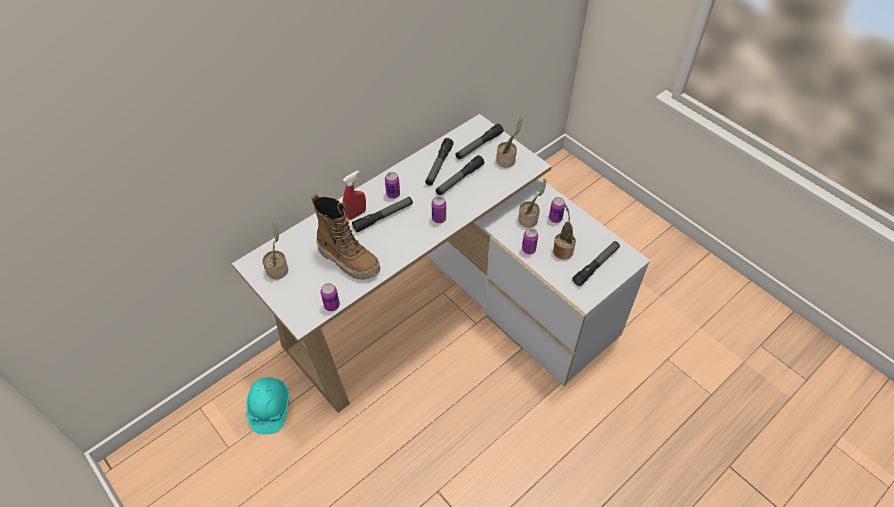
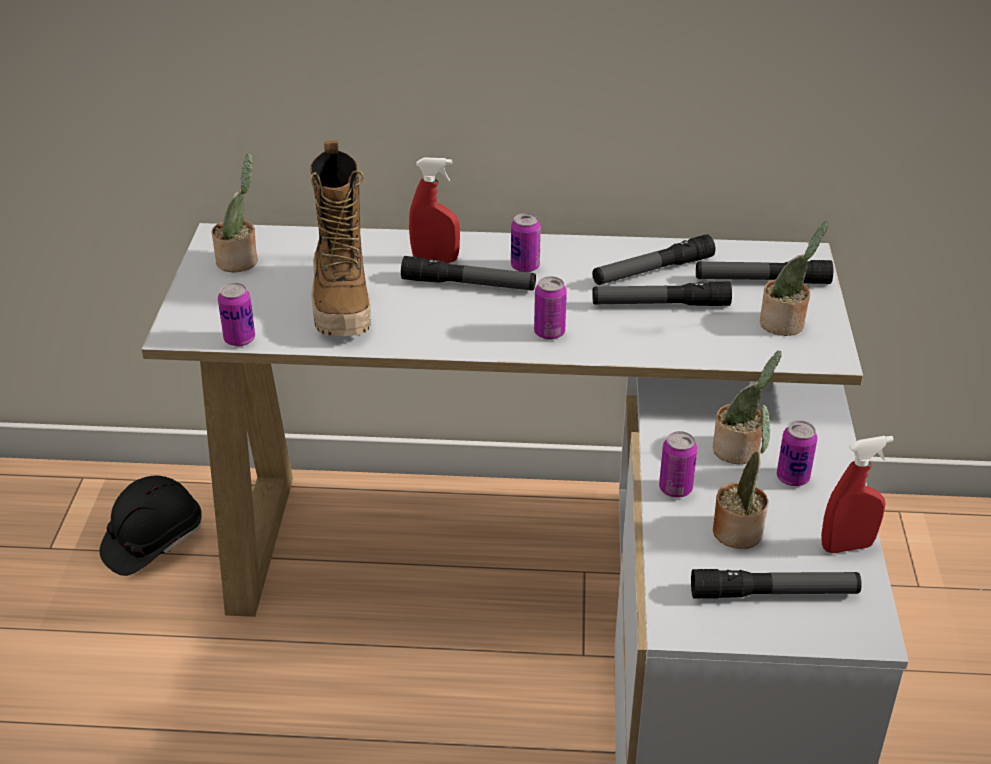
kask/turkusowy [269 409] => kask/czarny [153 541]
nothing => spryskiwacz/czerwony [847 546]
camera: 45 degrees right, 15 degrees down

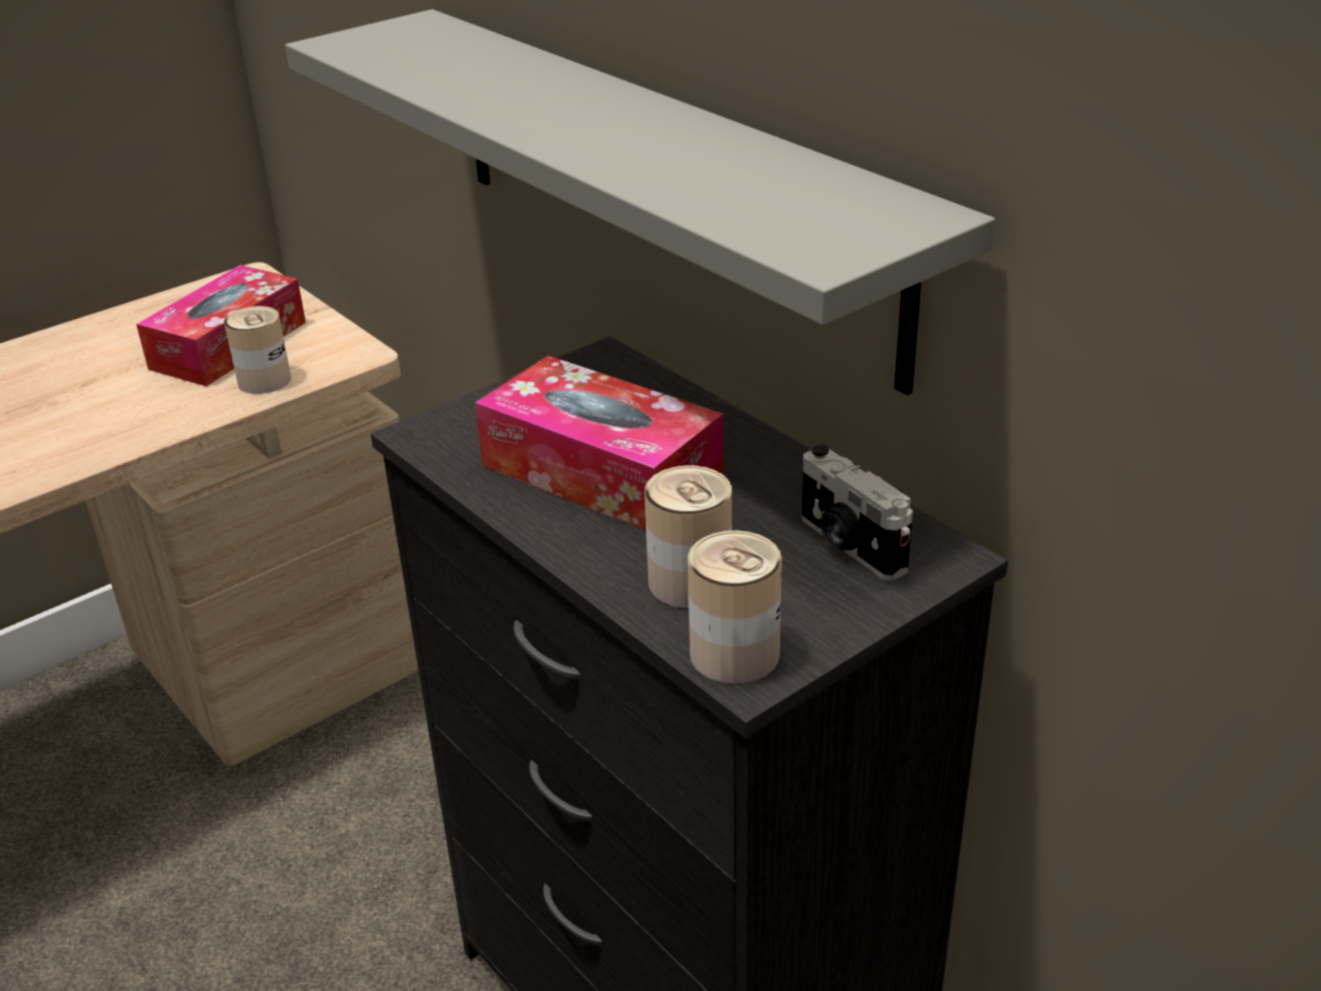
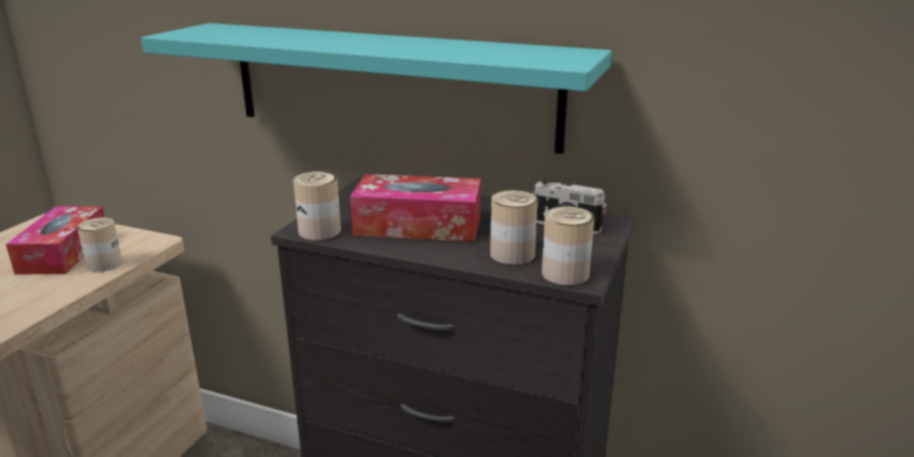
półka/szary [663 184] => półka/turkusowy [391 85]
nothing => puszka [319 231]
camera: 30 degrees left, 10 degrees down

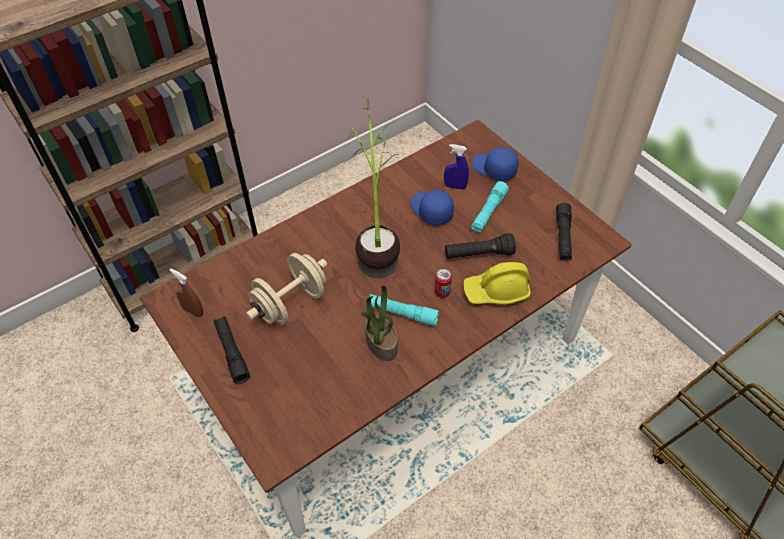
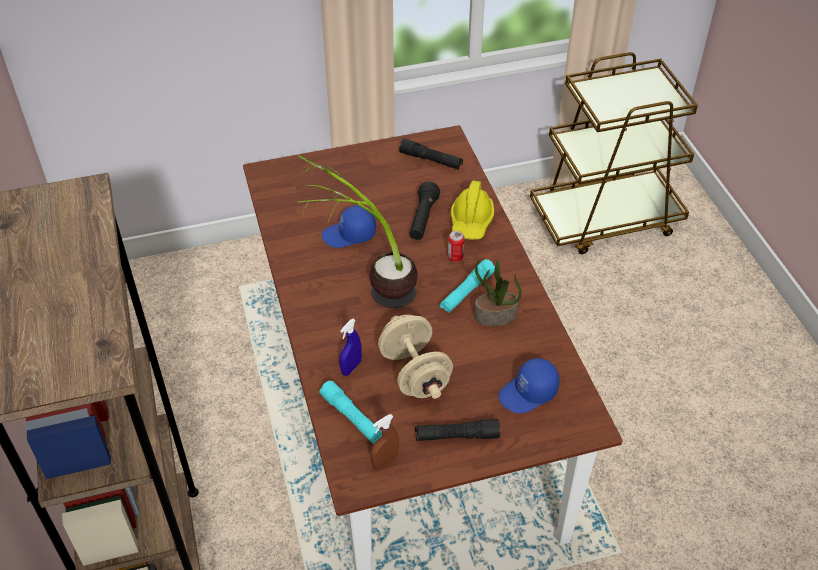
spryskiwacz/niebieski [455 186] => spryskiwacz/niebieski [351 367], move
czapka z daszkiem/niebieski [493 169] => czapka z daszkiem/niebieski [528 393], move
latarka/turkusowy [488 212] => latarka/turkusowy [352 417], move
camera: 70 degrees left, 5 degrees down

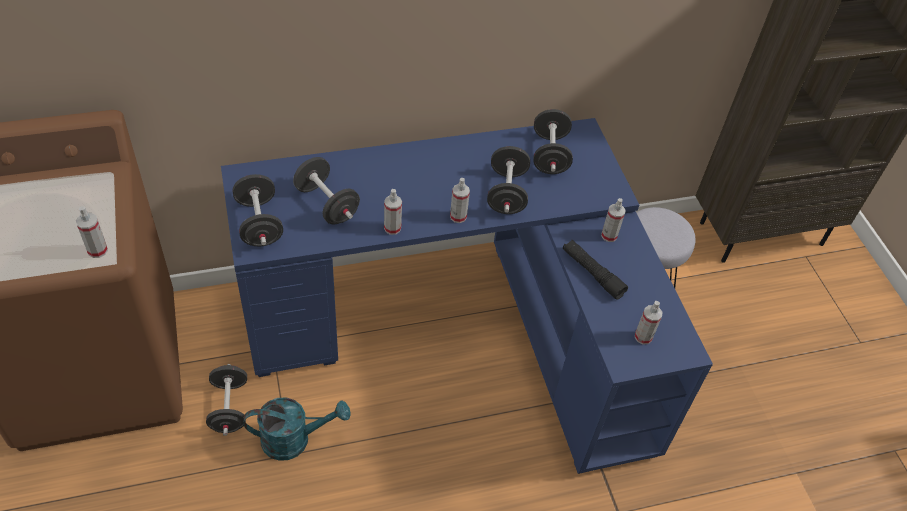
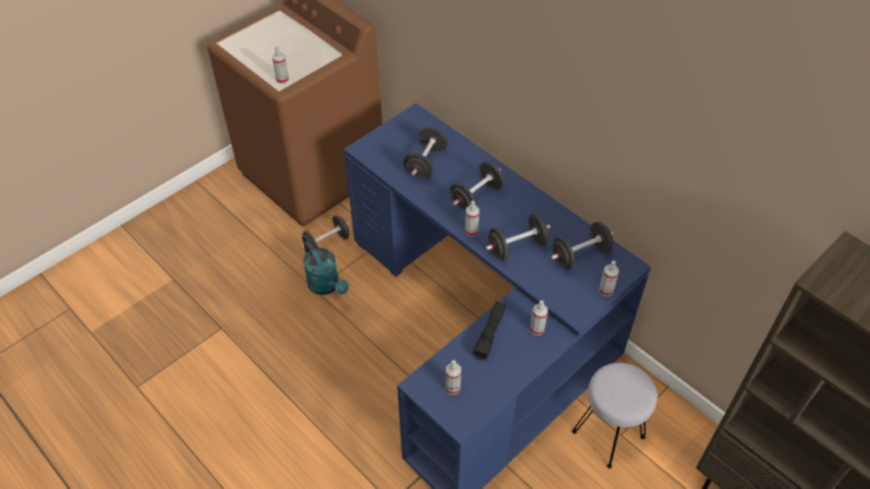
hantel/czarny [259 224] => hantel/czarny [476 197], move
spryskiwacz [392 228] => spryskiwacz [606 290], move
camera: 65 degrees right, 0 degrees up

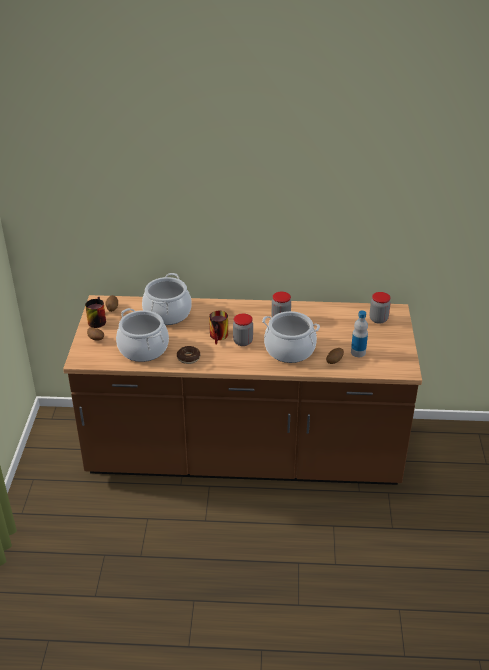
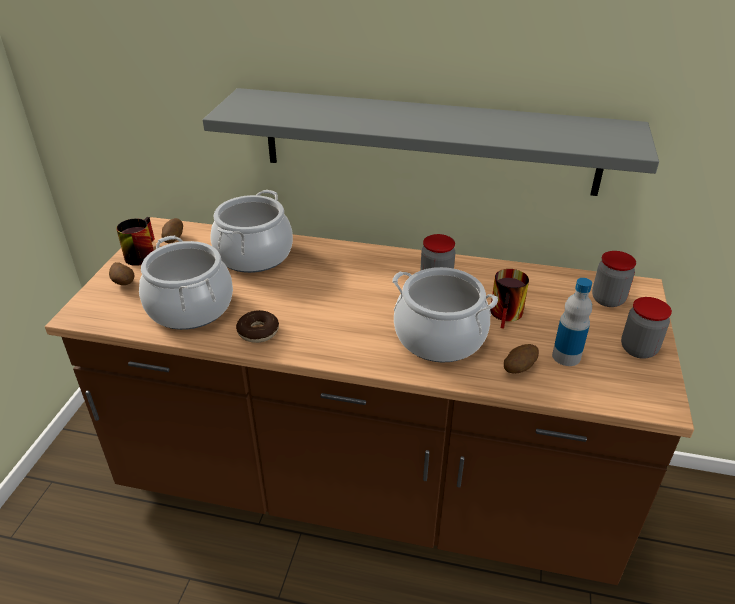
kubek [220 336] => kubek [508 315], move
słoik [243 341] => słoik [638 349], move
nothing => półka/szary [429 141]
camera: 10 degrees right, 0 degrees up

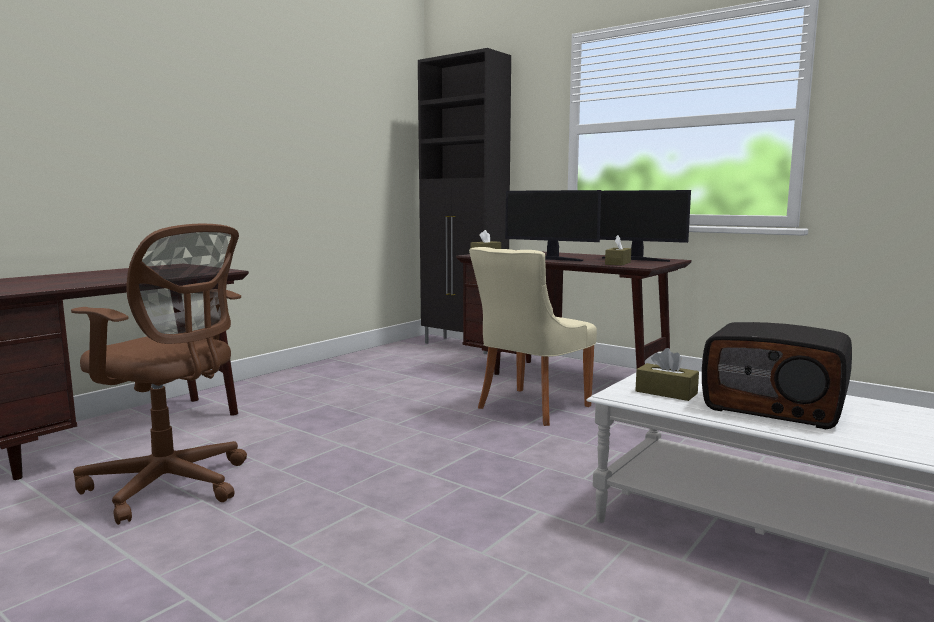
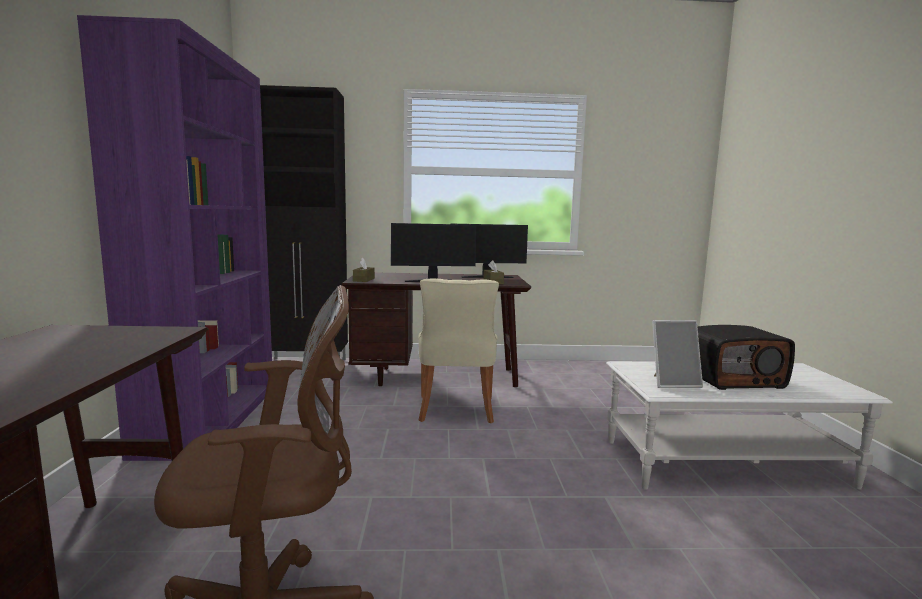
pudełko chusteczek/brązowy [666 392] => ramka na zdjęcie [673 383]
nothing => regał/fioletowy [210 420]
camera: 40 degrees left, 0 degrees up

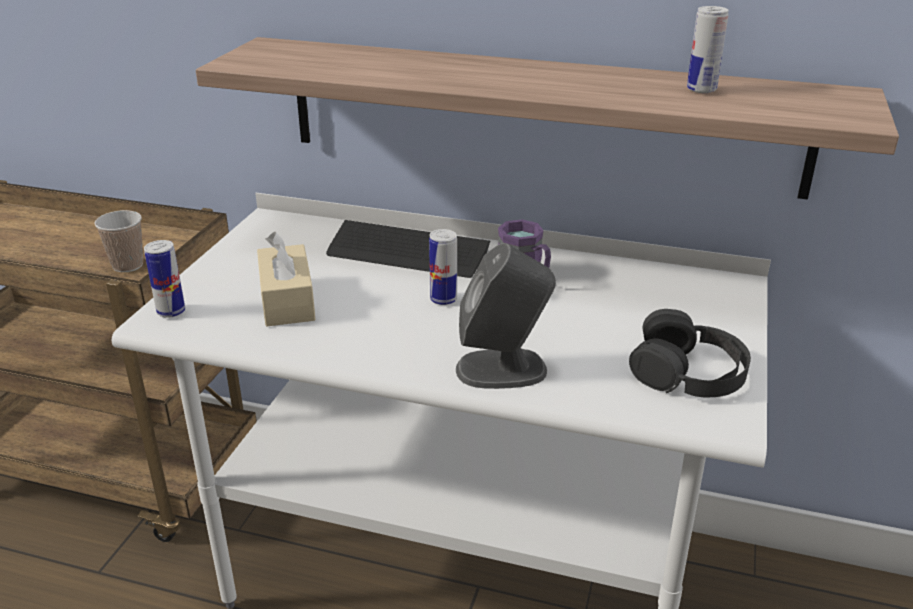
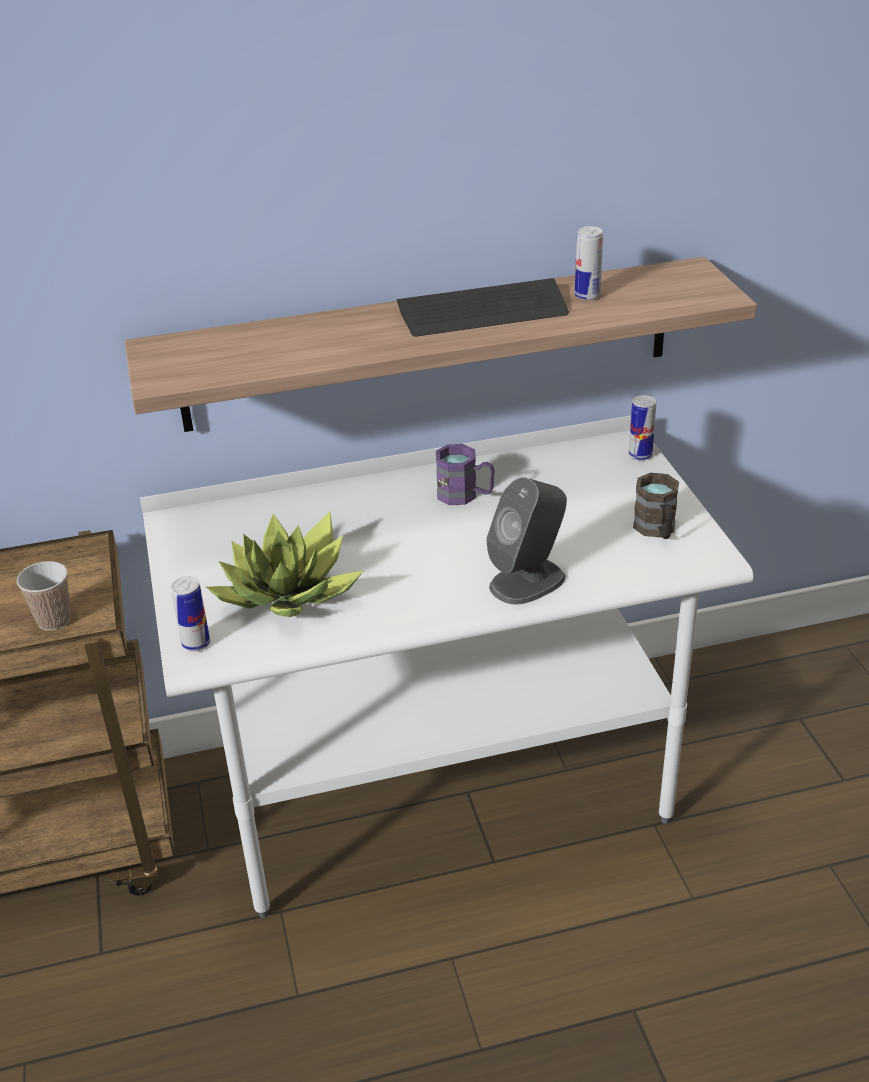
klawiatura [407 252] => klawiatura [483 312], move
puszka [443 299] => puszka [640 455], move
pudełko chusteczek/beżowy [287 301] => roślina doniczkowa [290 592]
słuchawki/czarny [688 372] => kubek/brązowy [657 530]
camera: 30 degrees left, 5 degrees up

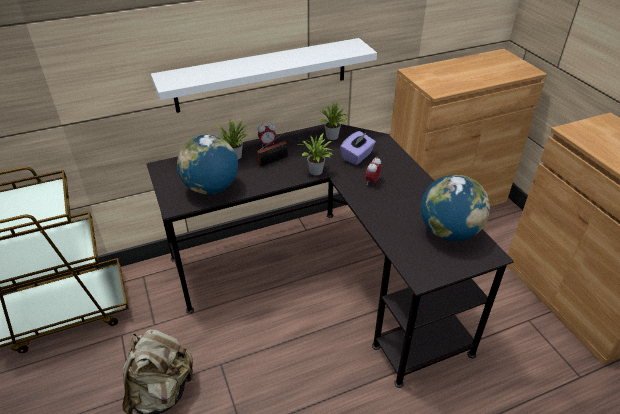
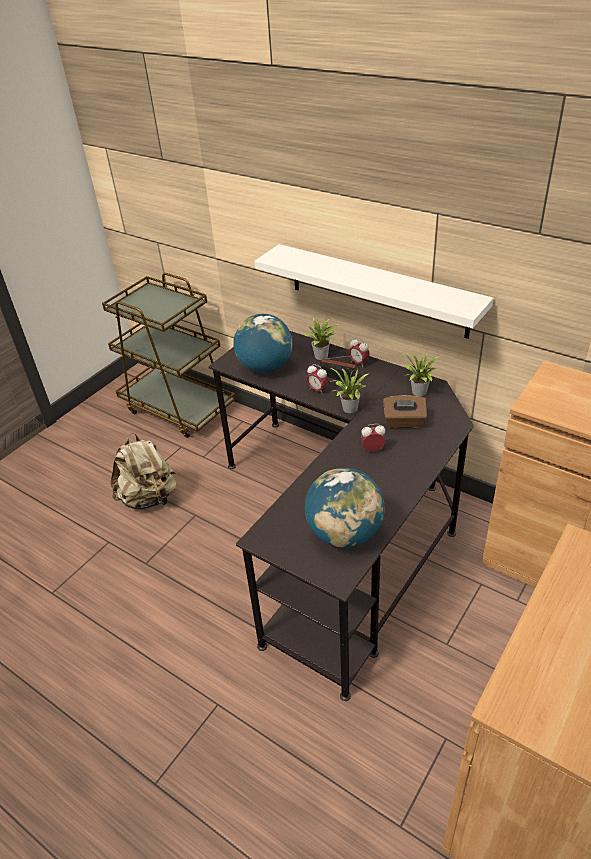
pudełko chusteczek/fioletowy [357 156] => pudełko chusteczek/brązowy [404 422]
nothing => budzik [317 390]
camera: 60 degrees right, 0 degrees up

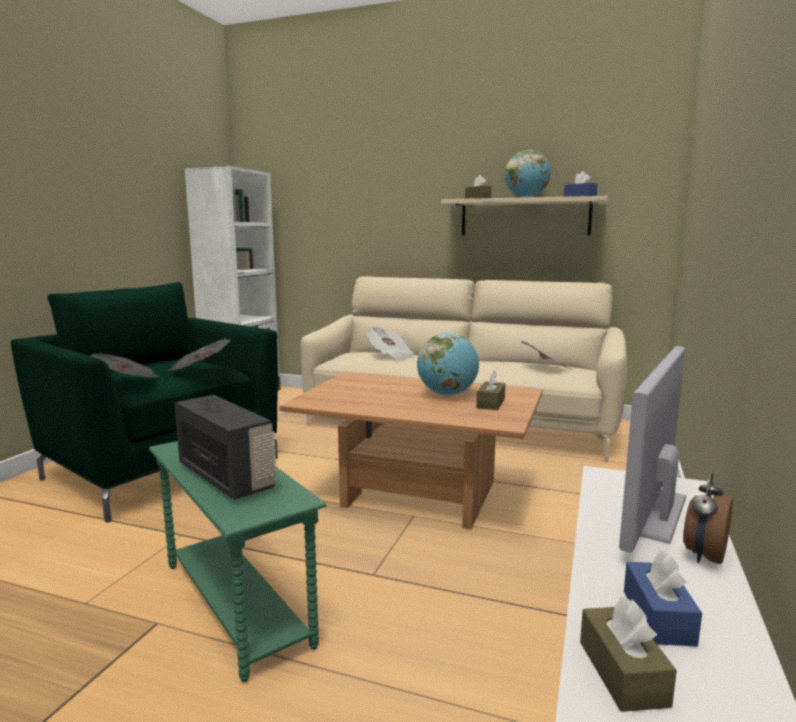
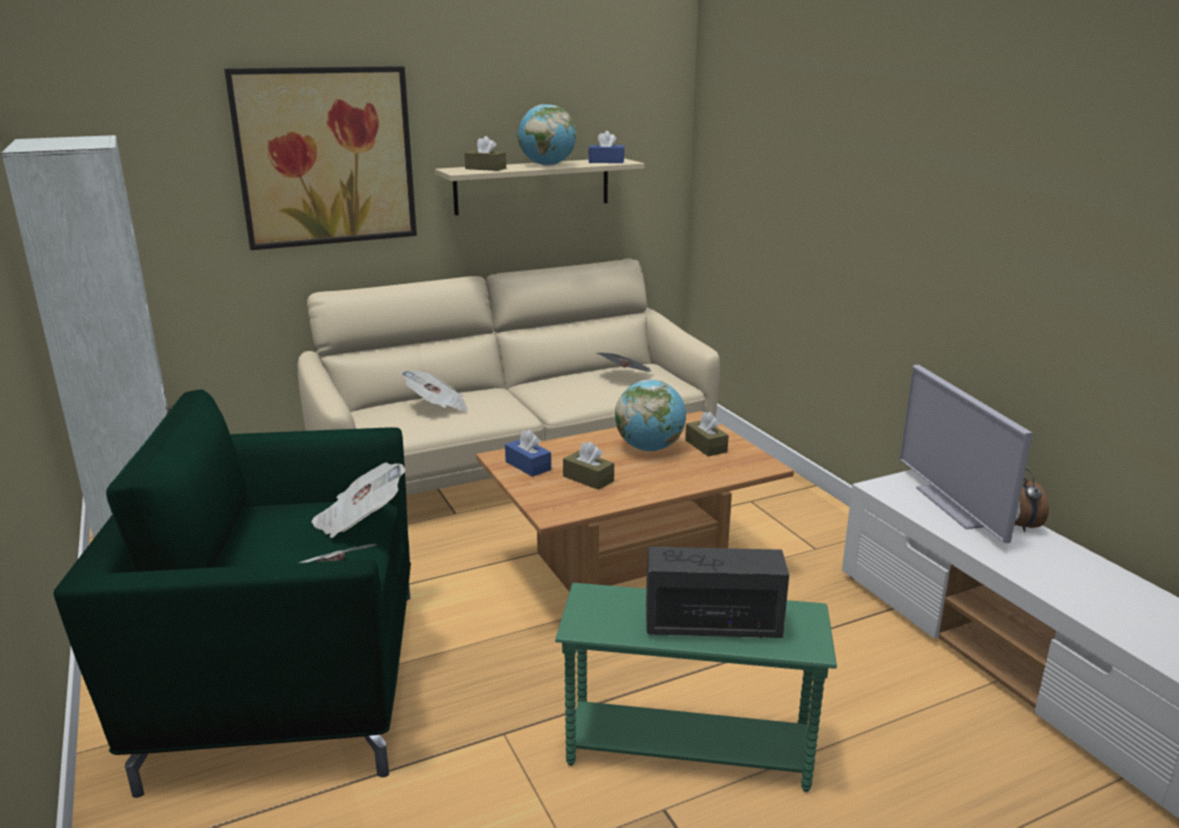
pudełko chusteczek/niebieski [658 617] => pudełko chusteczek/niebieski [528 466], move
pudełko chusteczek/brązowy [622 673] => pudełko chusteczek/brązowy [588 479], move
nothing => obraz [326 157]
camera: 45 degrees left, 10 degrees up

